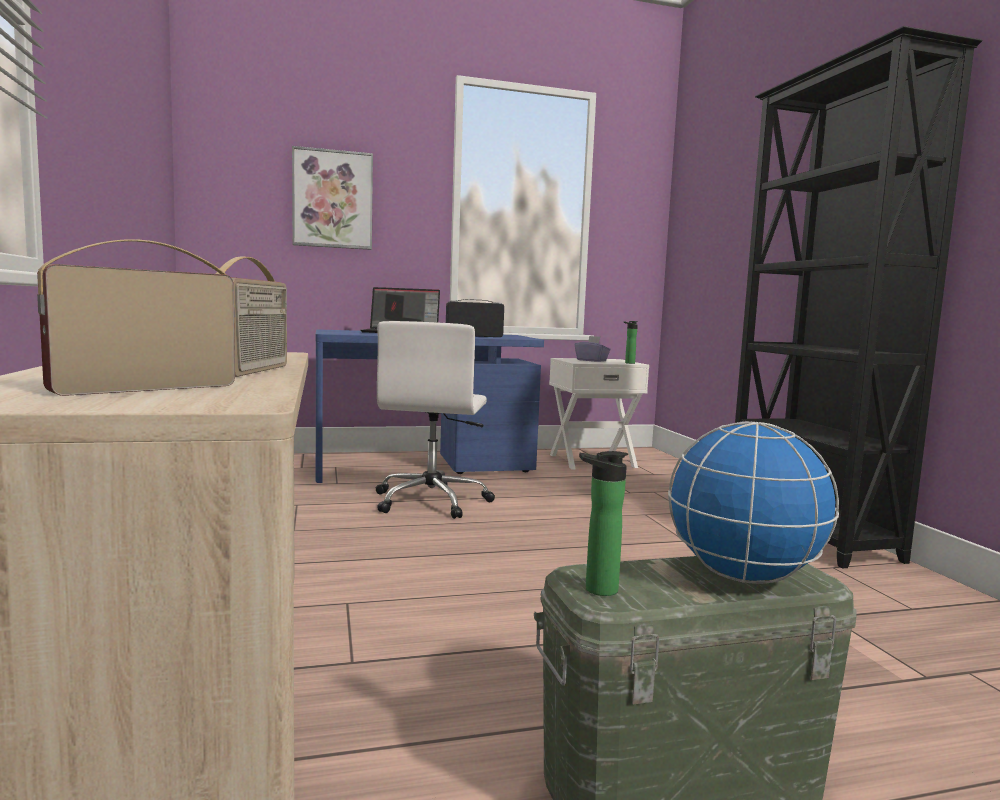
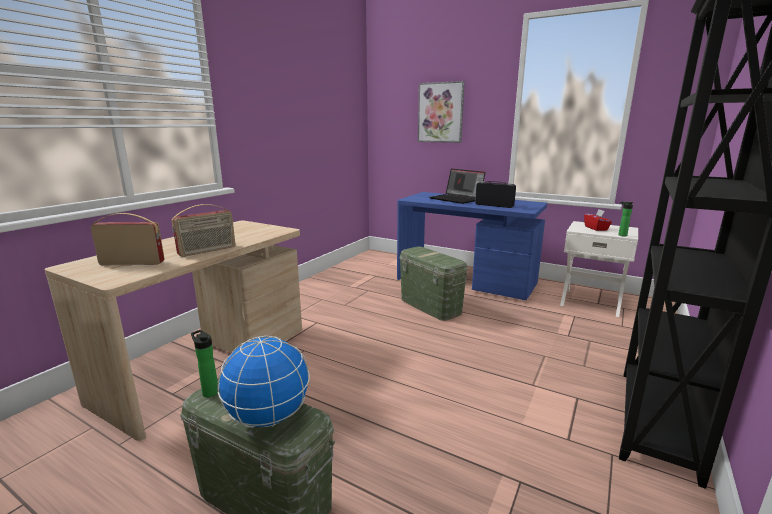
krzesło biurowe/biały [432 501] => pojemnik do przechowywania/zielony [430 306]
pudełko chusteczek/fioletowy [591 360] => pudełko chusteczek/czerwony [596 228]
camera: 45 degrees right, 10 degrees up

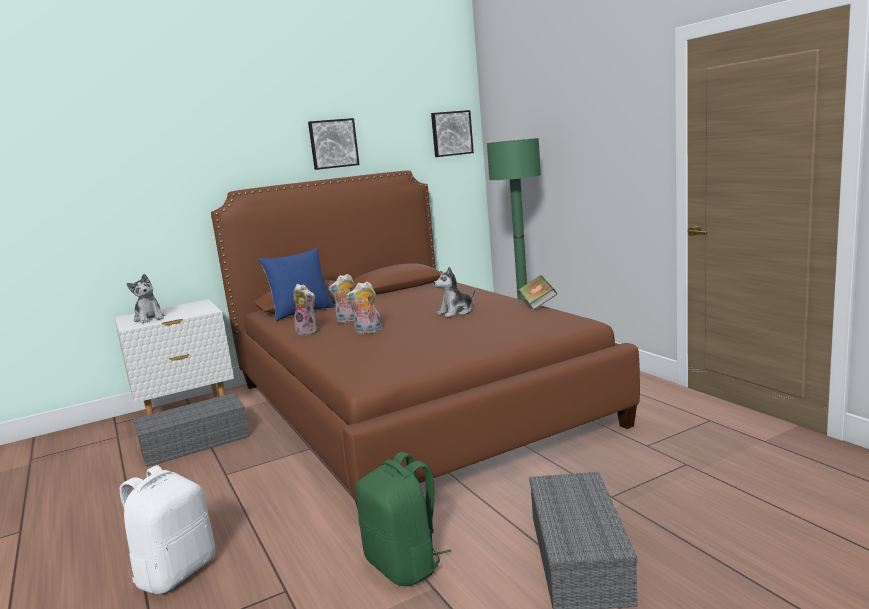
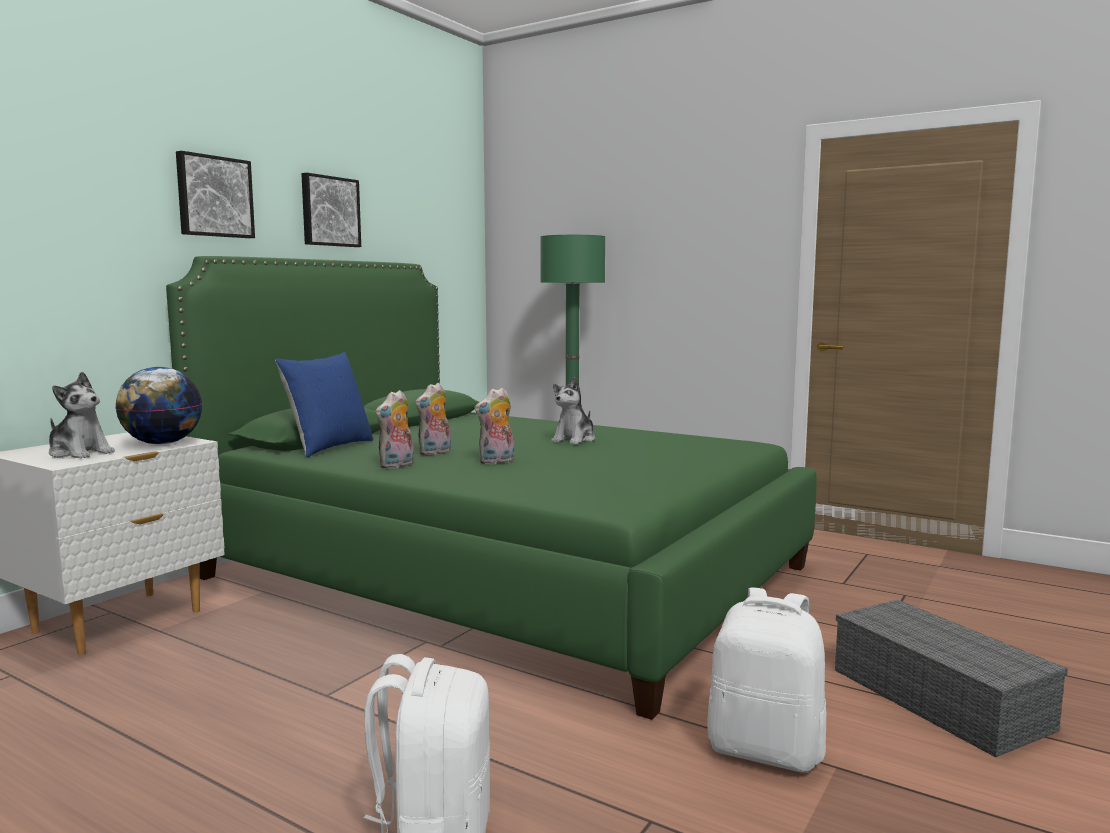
obraz [451 133] => obraz [214 196], move
łóżko/brązowy [411 403] => łóżko/zielony [503 572]
książka [538 304] => nothing
pluszak [309 332] => pluszak [397 466], 120 degrees clockwise
pojemnik do przechowywania/szary [196 442] => nothing
plecak/zielony [405 565] => plecak/biały [766 750]
nothing => globus [162 443]
camera: 30 degrees left, 5 degrees down

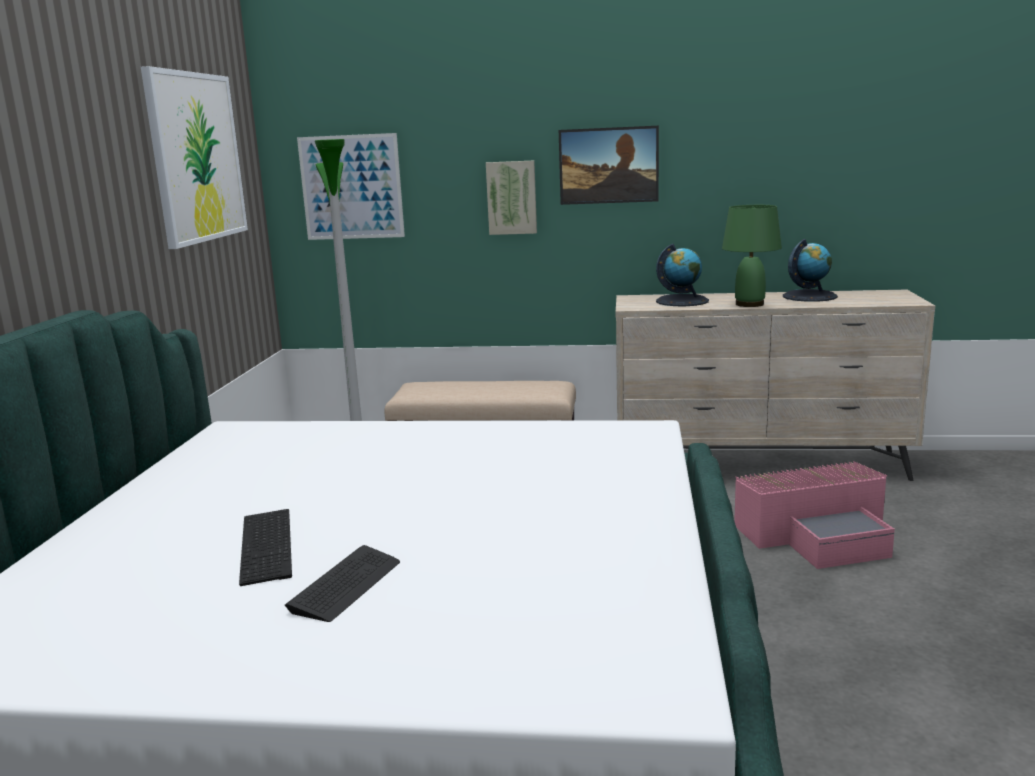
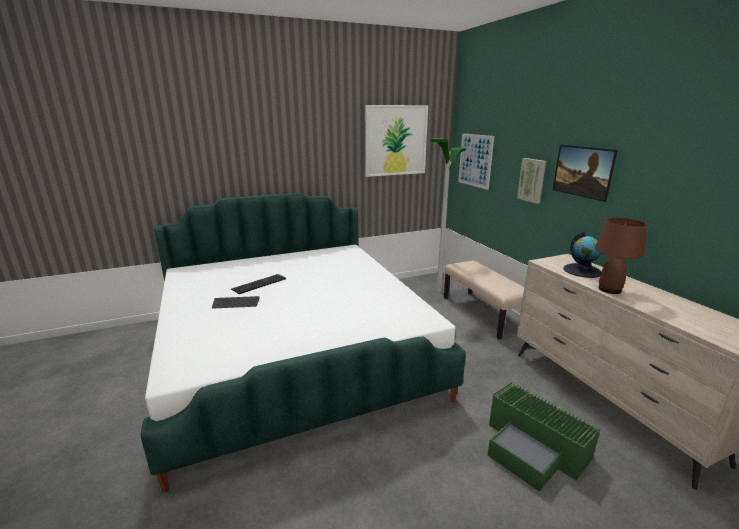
lampa stołowa/zielony [750 304] => lampa stołowa/brązowy [609 290]
globus [809 296] => nothing
pojemnik do przechowywania/różowy [818 534] => pojemnik do przechowywania/zielony [534 448]
camera: 60 degrees right, 5 degrees up

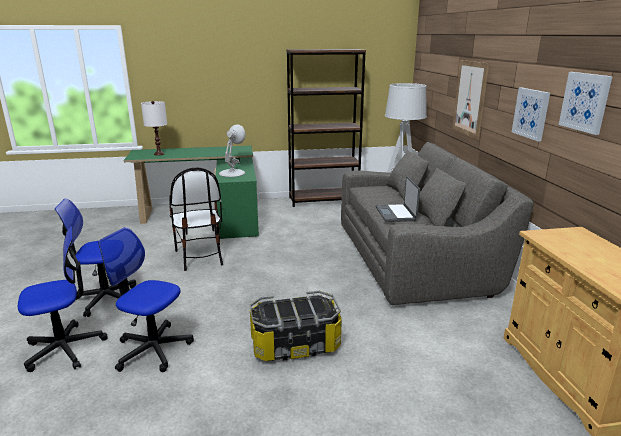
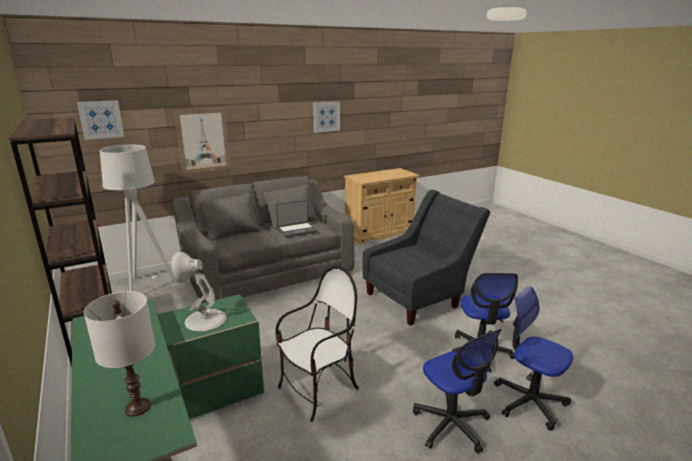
obraz [531 113] => obraz [101 119], move
pojemnik do przechowywania [295 345] => fotel/szary [419 297]
camera: 110 degrees left, 0 degrees up

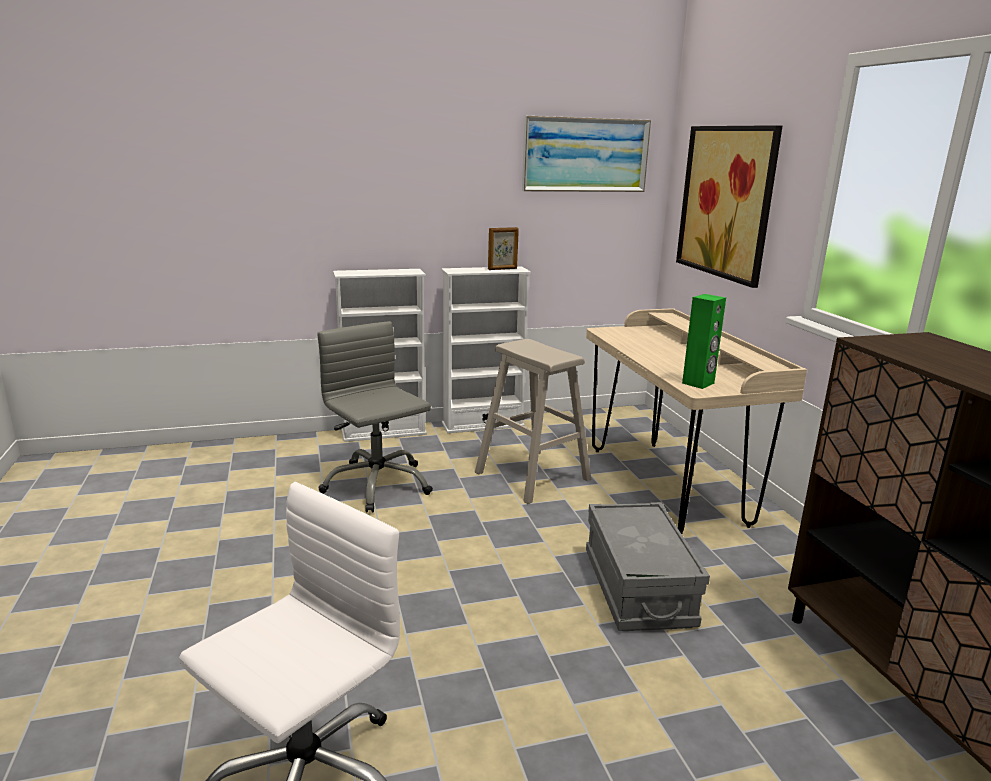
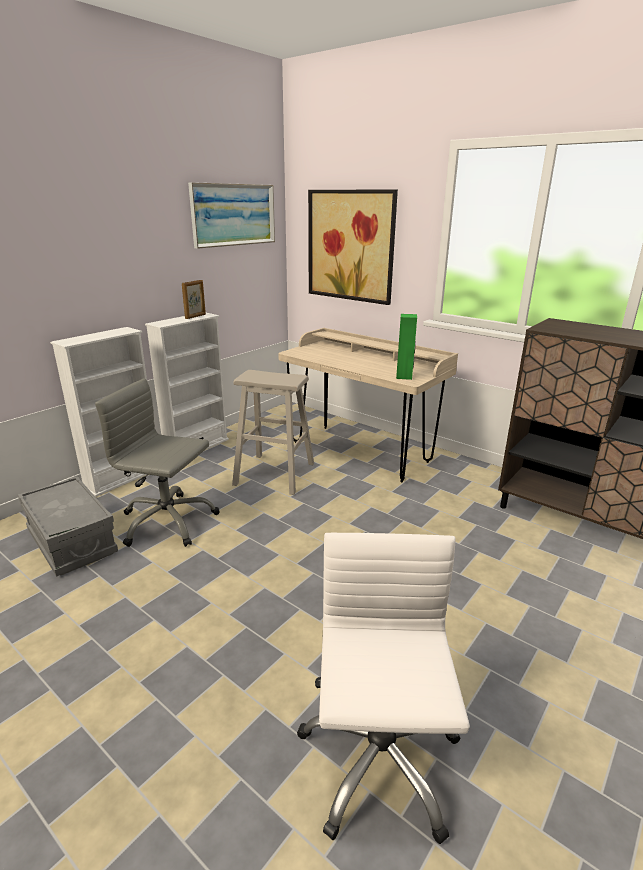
pojemnik do przechowywania/szary [638 588] => pojemnik do przechowywania/szary [72 541], move
camera: 35 degrees left, 5 degrees up

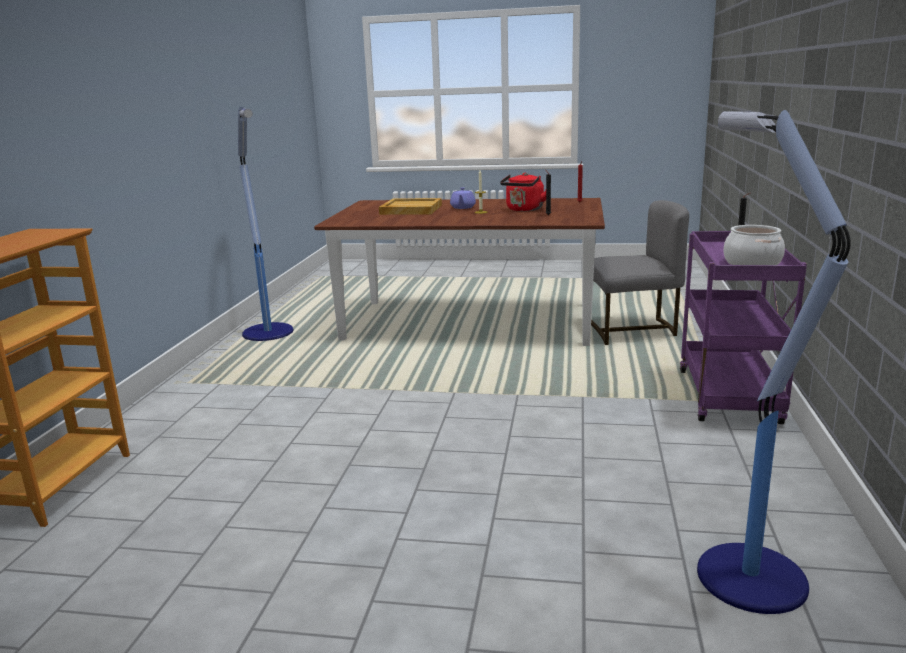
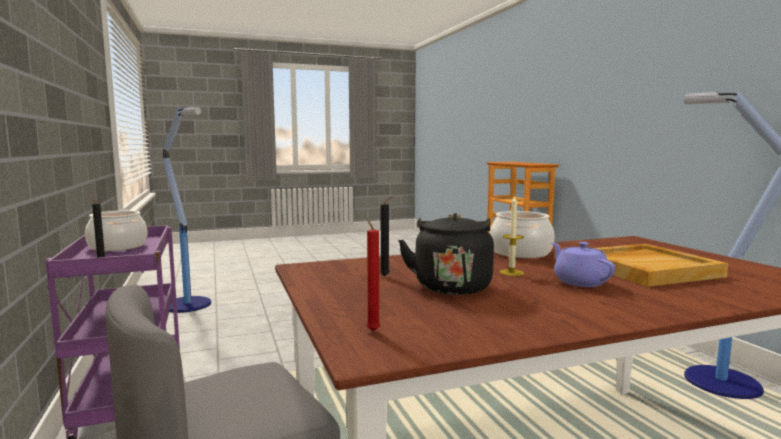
czajnik/czerwony [524 210] => czajnik/czarny [451 286]
nothing => garnek [521 253]
camera: 150 degrees right, 10 degrees down

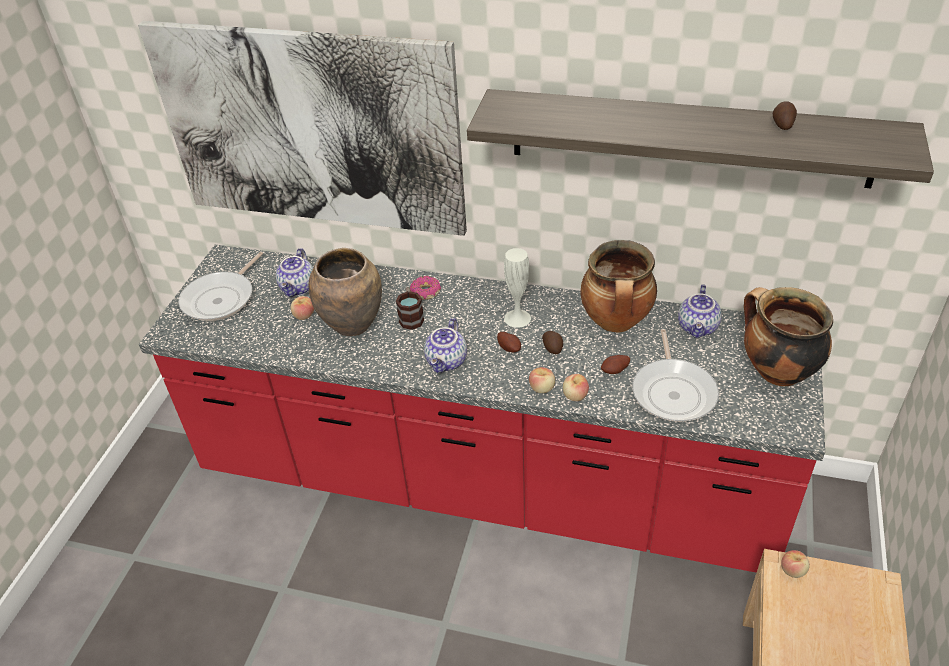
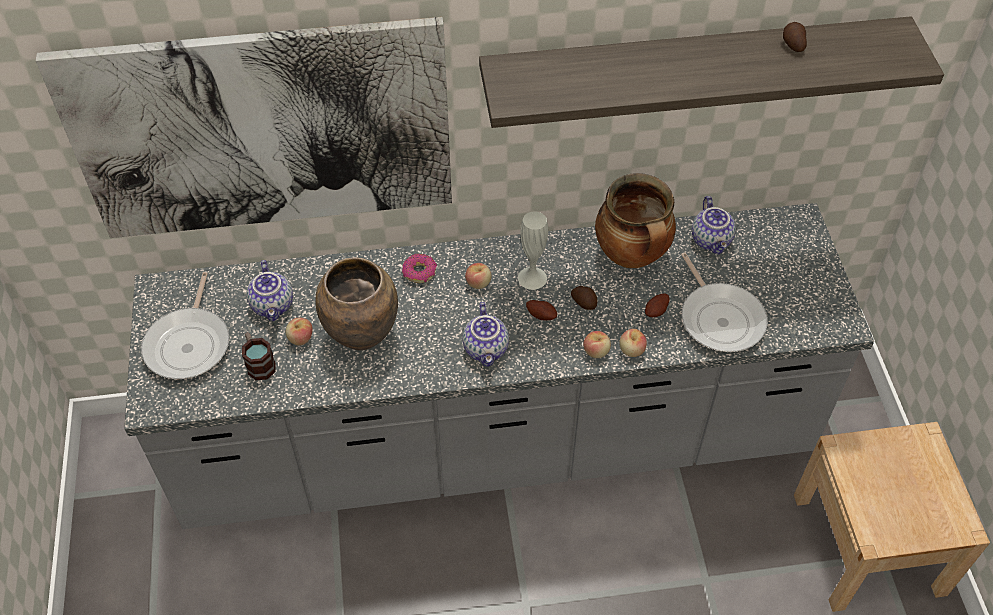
zabudowa kuchenna/czerwony [484 482] => zabudowa kuchenna/szary [496 442]
kubek [411 317] => kubek [259 363], move
garnek [776 372] => nothing
jabłko [793 570] => jabłko [478 283], move
camera: 25 degrees left, 10 degrees up

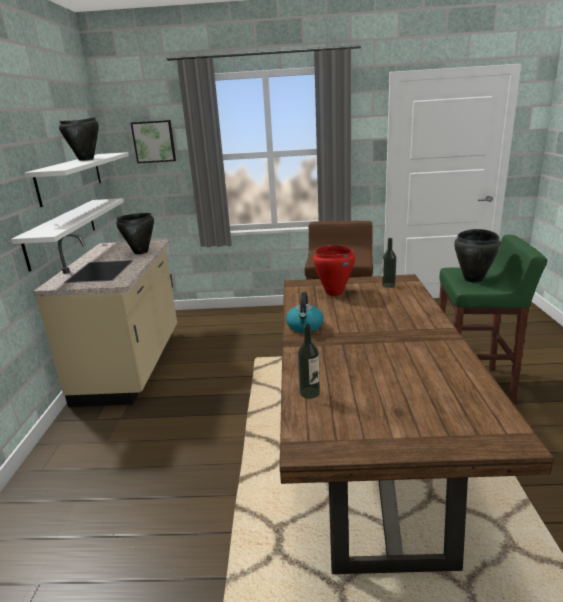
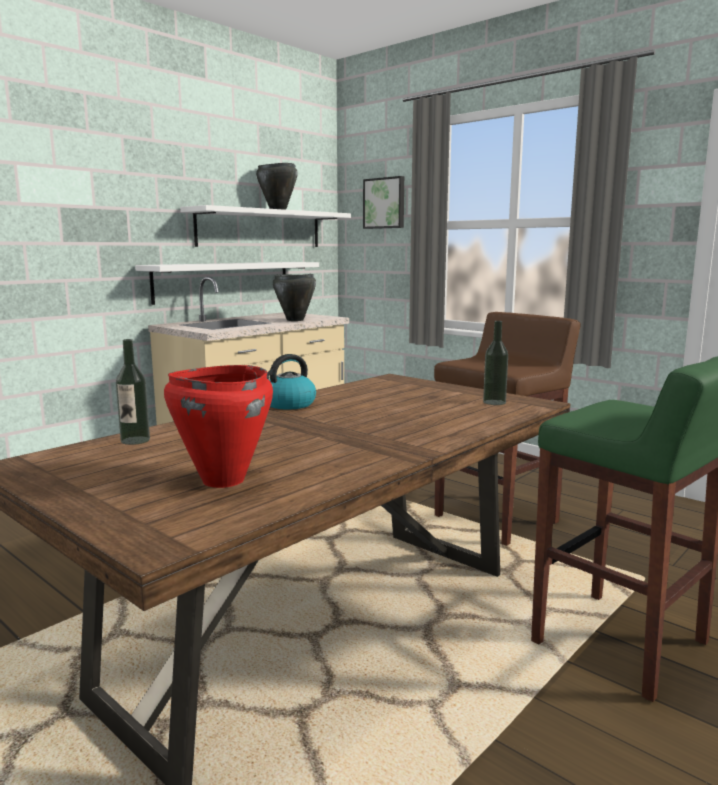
garnek/czarny [473 279] => nothing
garnek/czerwony [334 293] => garnek/czerwony [222 480], move
camera: 40 degrees right, 10 degrees down

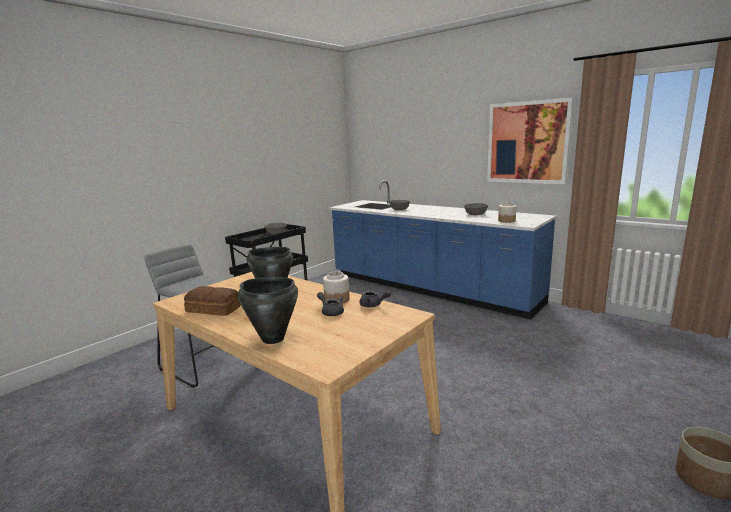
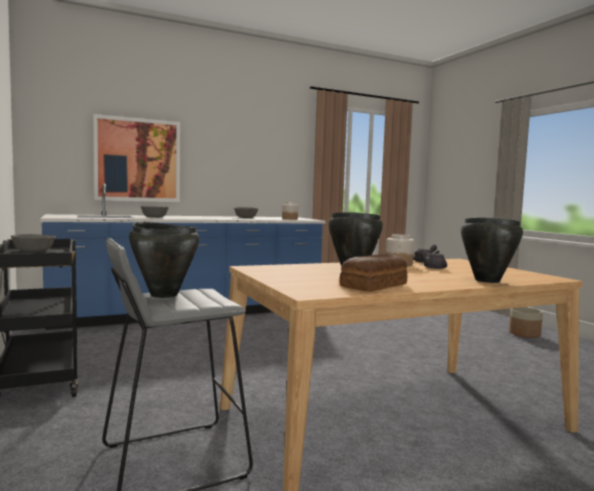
obraz [527 142] => obraz [138 160], move
nothing => garnek/czarny [164 295]
camera: 65 degrees left, 10 degrees down

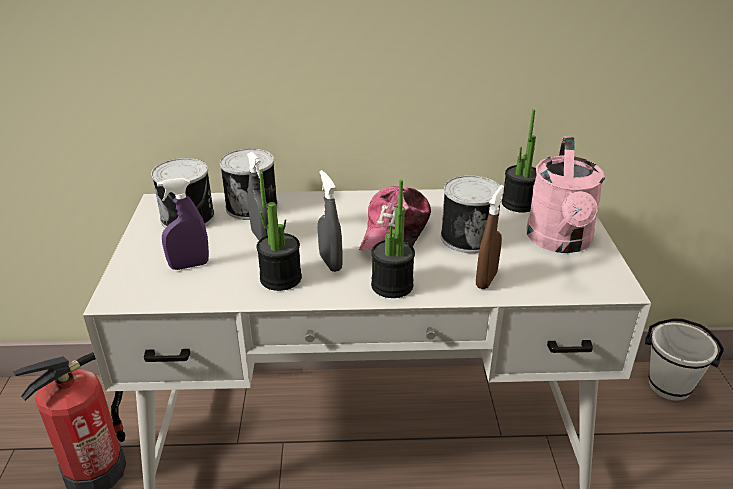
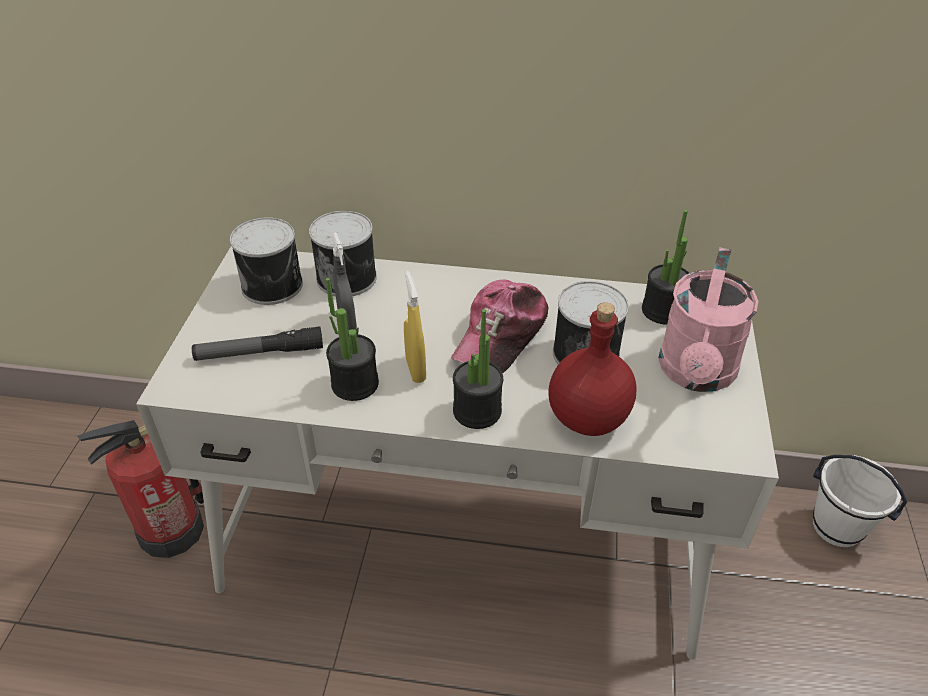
spryskiwacz/szary [330 263] => spryskiwacz/żółty [415 369]
spryskiwacz/fioletowy [189 265] => latarka [260 353]
spryskiwacz/brązowy [486 280] => butelka/czerwony [589 417]
camera: 10 degrees right, 10 degrees up

